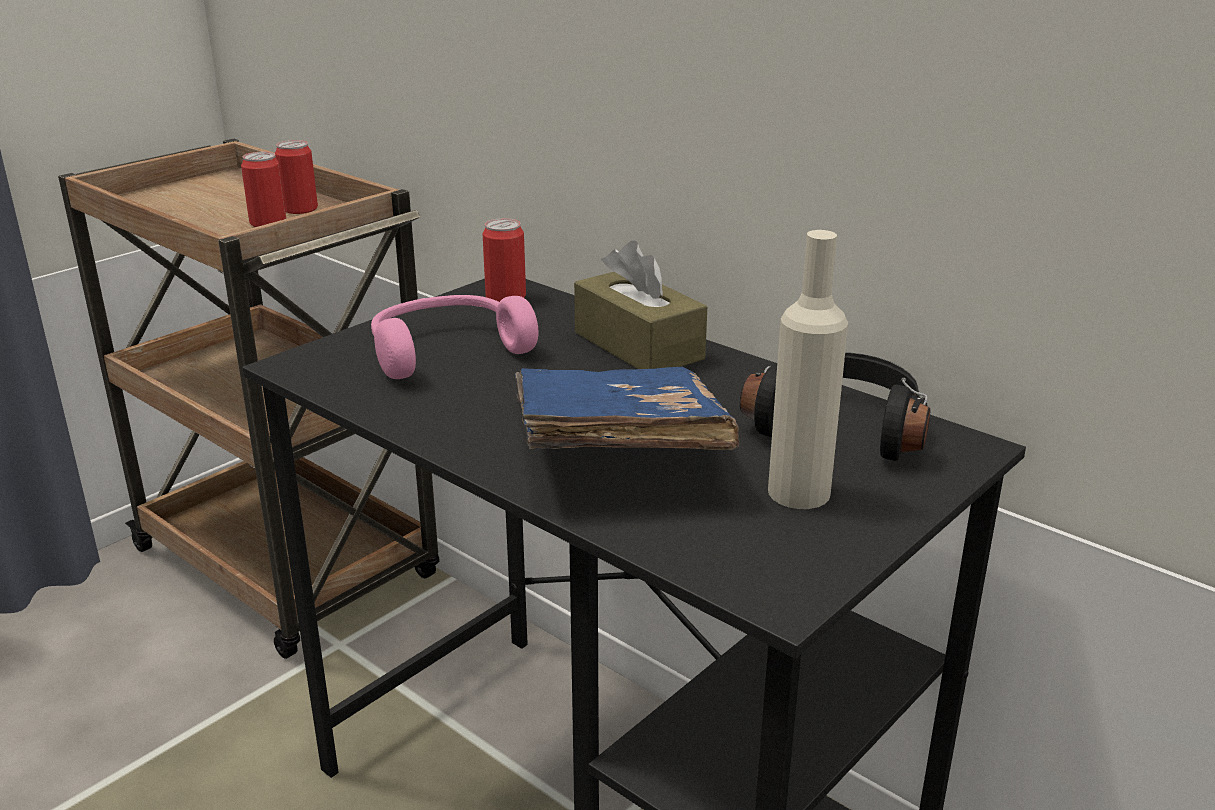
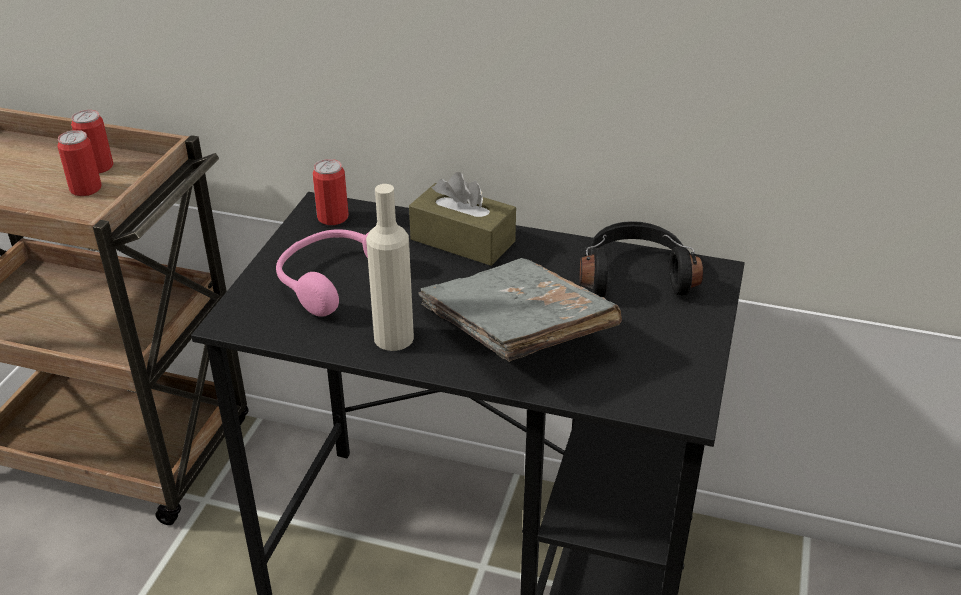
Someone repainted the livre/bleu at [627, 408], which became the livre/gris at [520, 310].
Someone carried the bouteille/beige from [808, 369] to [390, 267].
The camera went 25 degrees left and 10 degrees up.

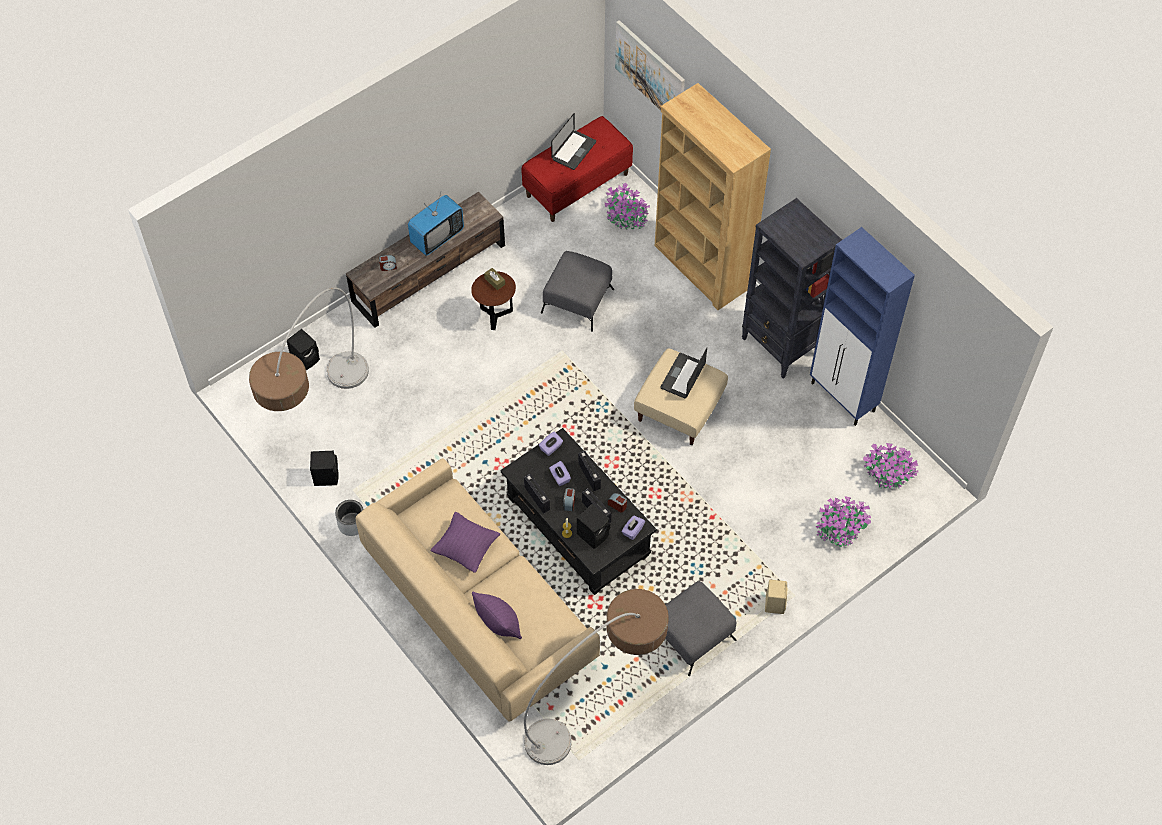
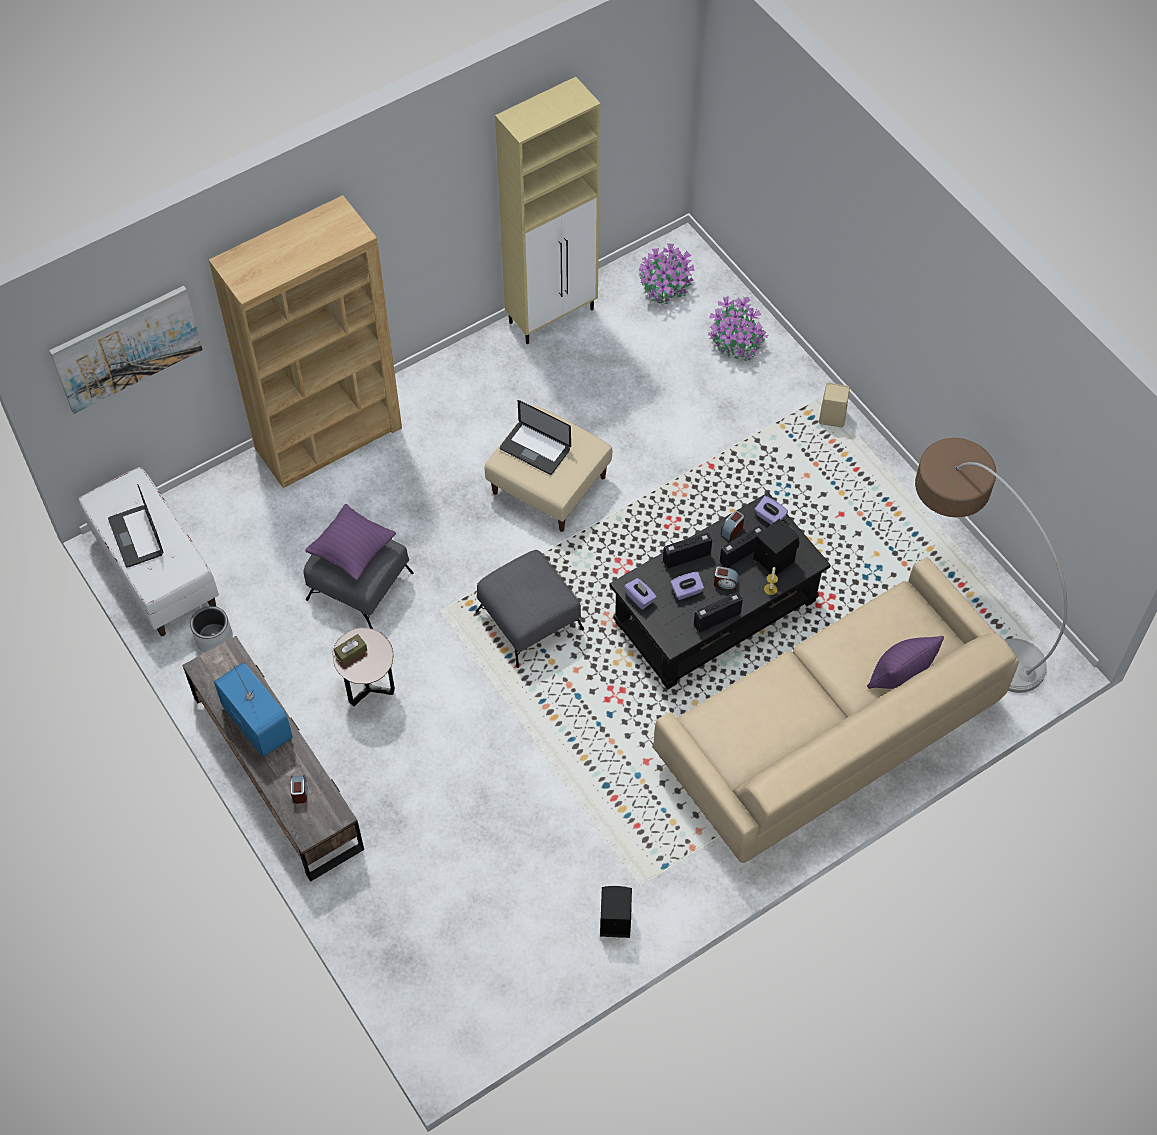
Someone took away the lampadaire at [309, 349].
Someone took away the enceinte/noir at [303, 349].
Someone carried the cache-pot/gris from [349, 518] to [211, 629].
Someone carried the coussin/violet from [465, 542] to [350, 542].
Someone repainted the banc/rouge at [577, 169], which became the banc/blanc at [149, 551].
Someone rotated the ordinateur portable at [573, 141] by 150 degrees counterclockwise.
Someone took away the plante en pot at [627, 206].
Someone carried the pouf/gris from [700, 628] to [530, 609].
Someone took away the bibliothèque/noir at [792, 288].
Someone repainted the meuble de rangement/bleu at [862, 326], which became the meuble de rangement/beige at [548, 210].
The camera went 85 degrees left and 0 degrees up.

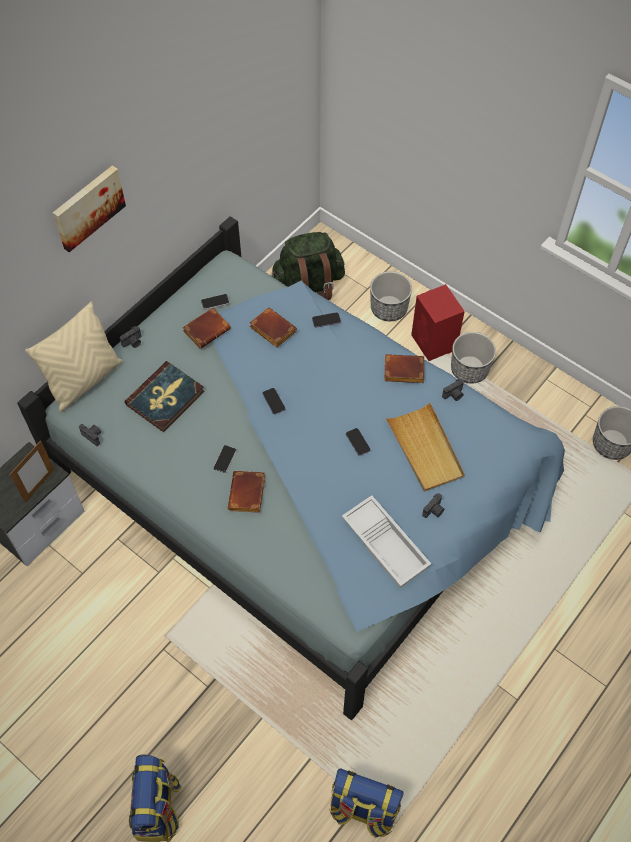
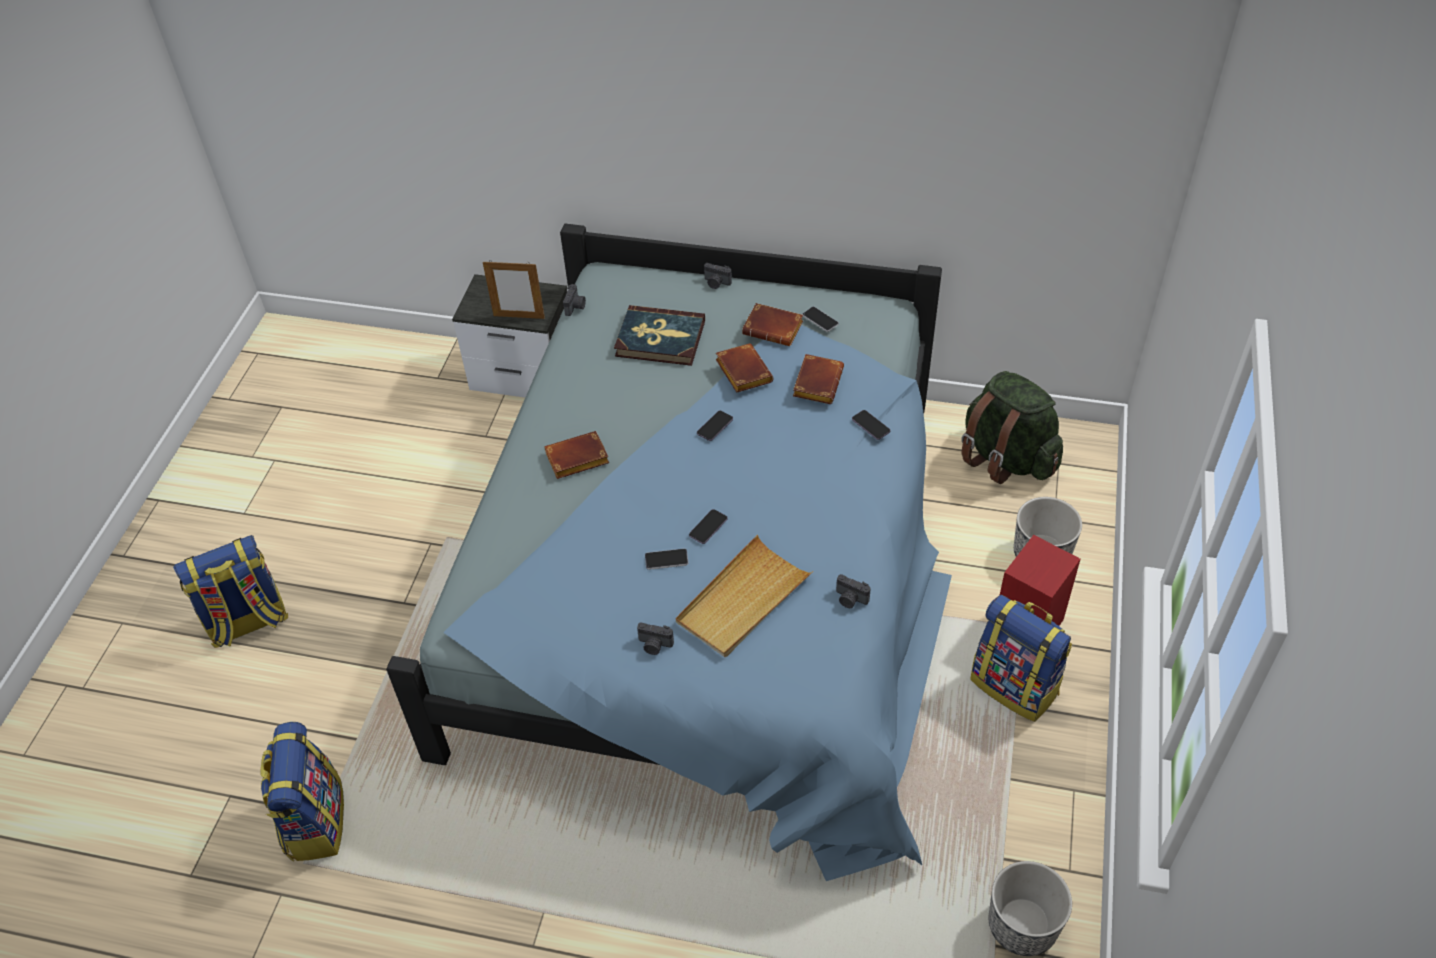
Someone took away the coussin/beige at [74, 356].
Someone took away the tableau at [89, 209].
Someone carried the téléphone from [225, 459] to [666, 559].
Someone took away the plateau/blanc at [386, 541].
Someone carried the livre/marron from [404, 368] to [744, 368].
Someone swapped the cache-pot at [473, 358] for the sac à dos at [1021, 658].
The camera went 65 degrees right and 10 degrees down.

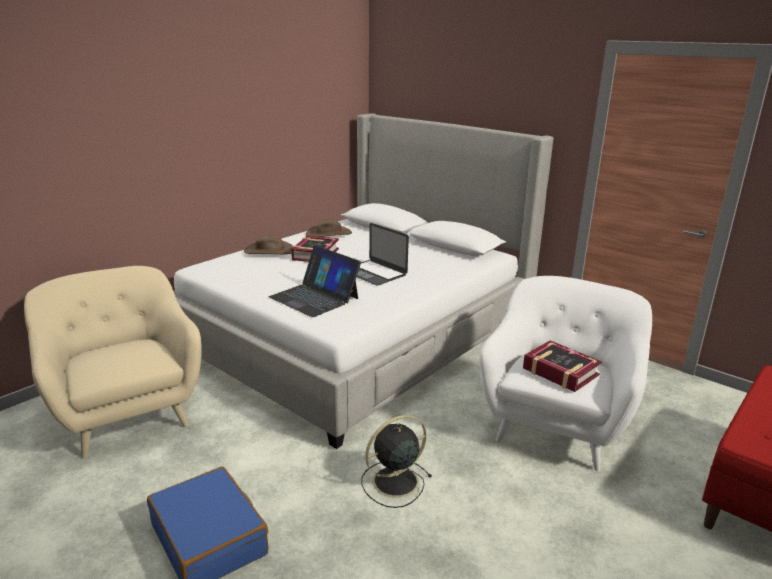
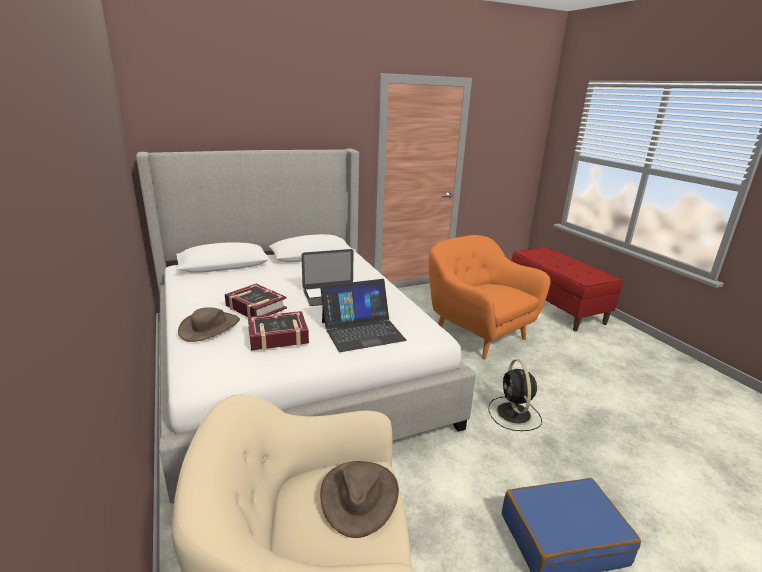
Someone carried the chapeau/marron from [329, 227] to [359, 499].
Someone repainted the fauteuil/blanc at [565, 373], which became the fauteuil/orange at [489, 297].
Someone carried the livre from [562, 366] to [278, 331].
The camera went 65 degrees left and 0 degrees up.

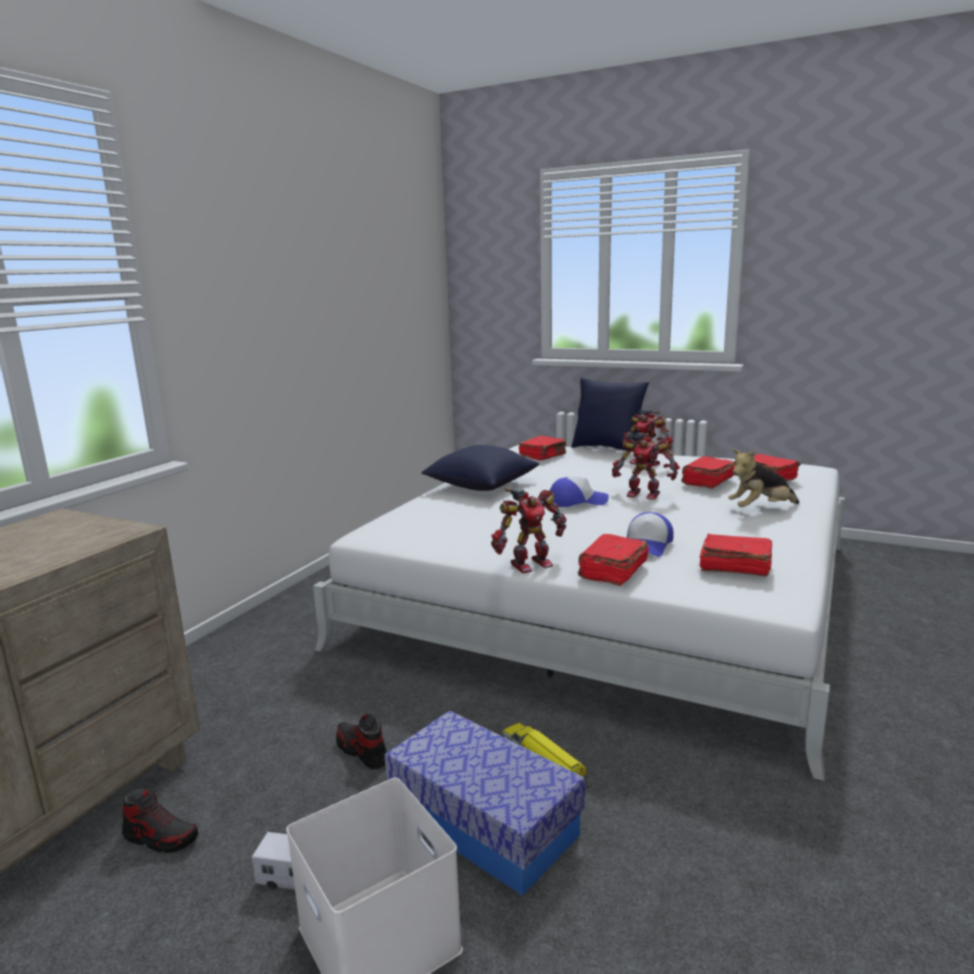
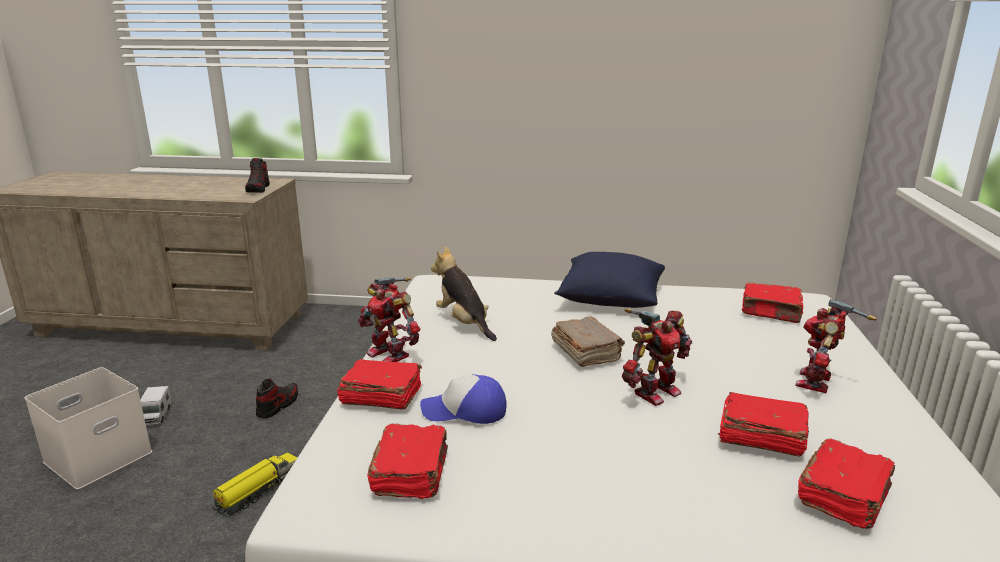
Someone carried the chaussure from [160, 820] to [257, 175].
Someone took away the boîte de rangement at [485, 803].
Someone swapped the casquette at [579, 492] for the livre/marron at [588, 341].
Someone took away the coussin/bleu at [610, 414].
Someone rotated the robot jouet at [646, 466] by 135 degrees counterclockwise.
Someone carried the peluche from [763, 478] to [464, 294].
The camera went 70 degrees right and 5 degrees up.

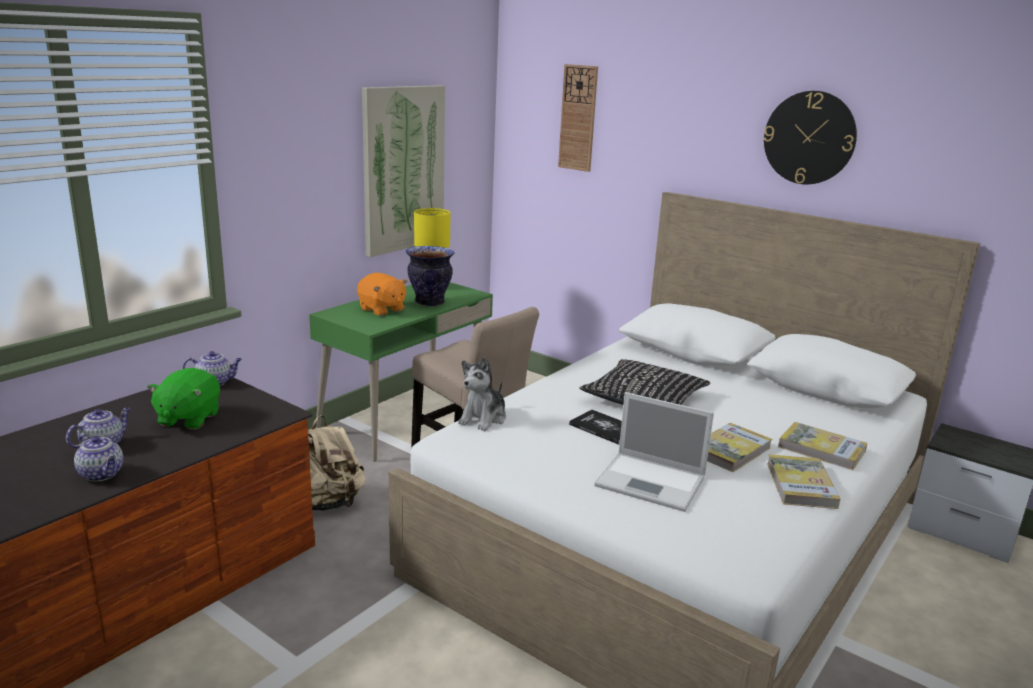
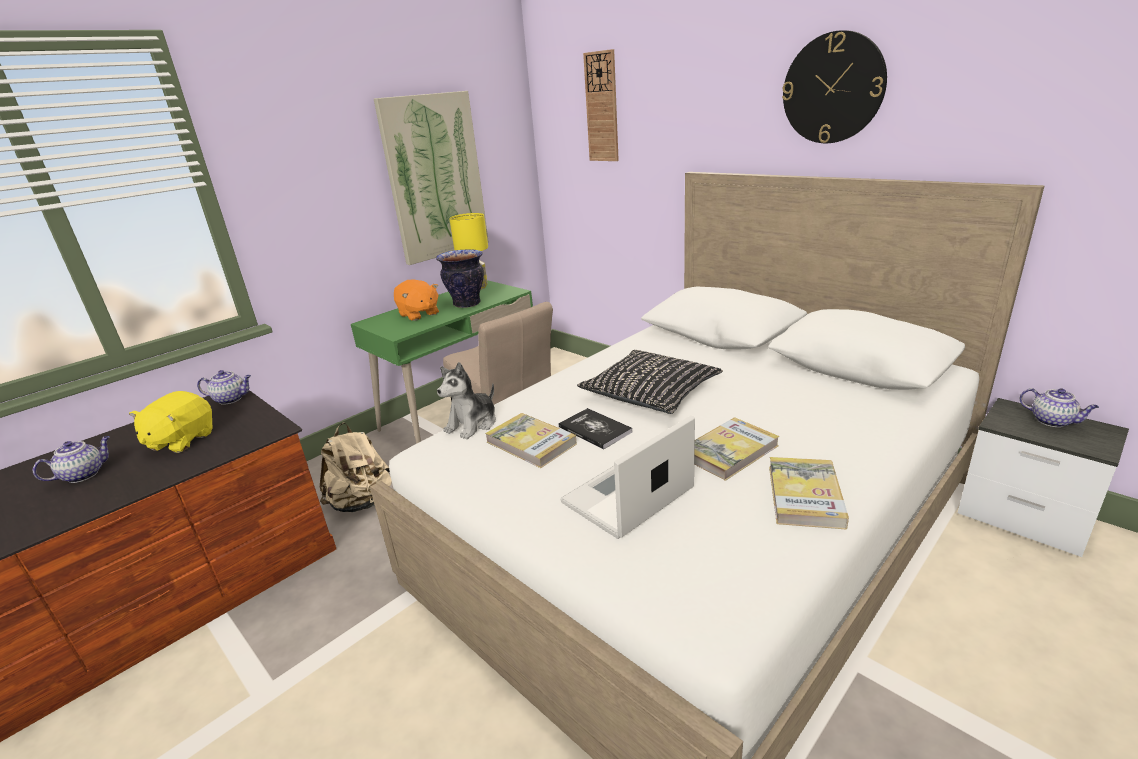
Someone carried the théière from [98, 458] to [1059, 407].
Someone repainted the peluche/vert at [183, 399], which became the peluche/jaune at [171, 422].
Someone rotated the ordinateur portable at [654, 452] by 105 degrees clockwise.
Someone carried the livre from [822, 446] to [531, 440].
The camera went 10 degrees right and 5 degrees up.

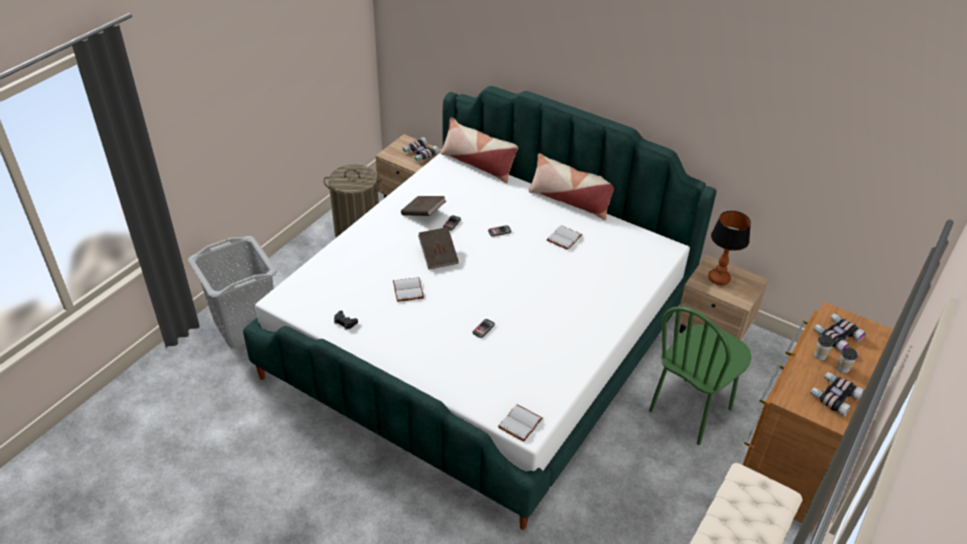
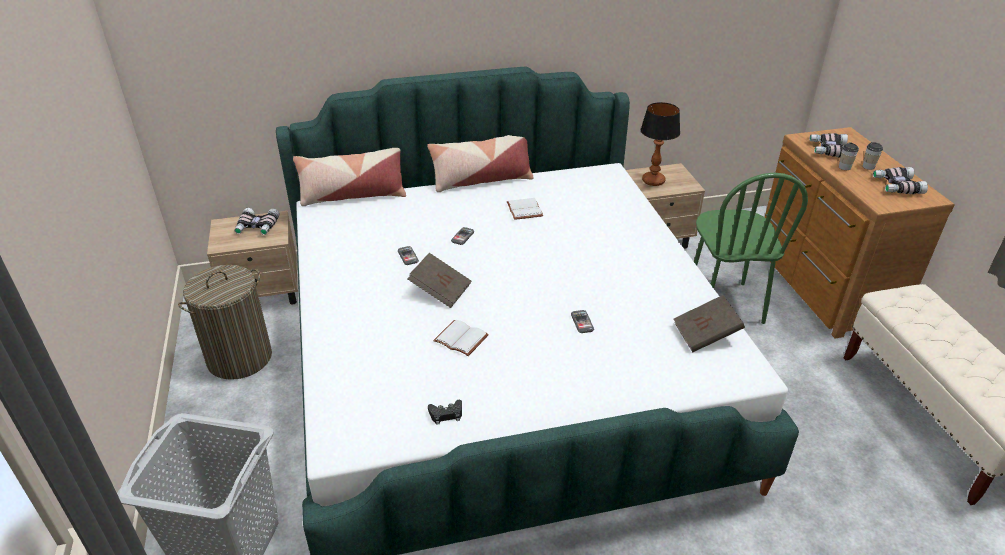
Someone carried the livre/marron from [423, 206] to [709, 323].
Someone took away the livre/blanc at [520, 423].
The camera went 45 degrees left and 5 degrees down.

